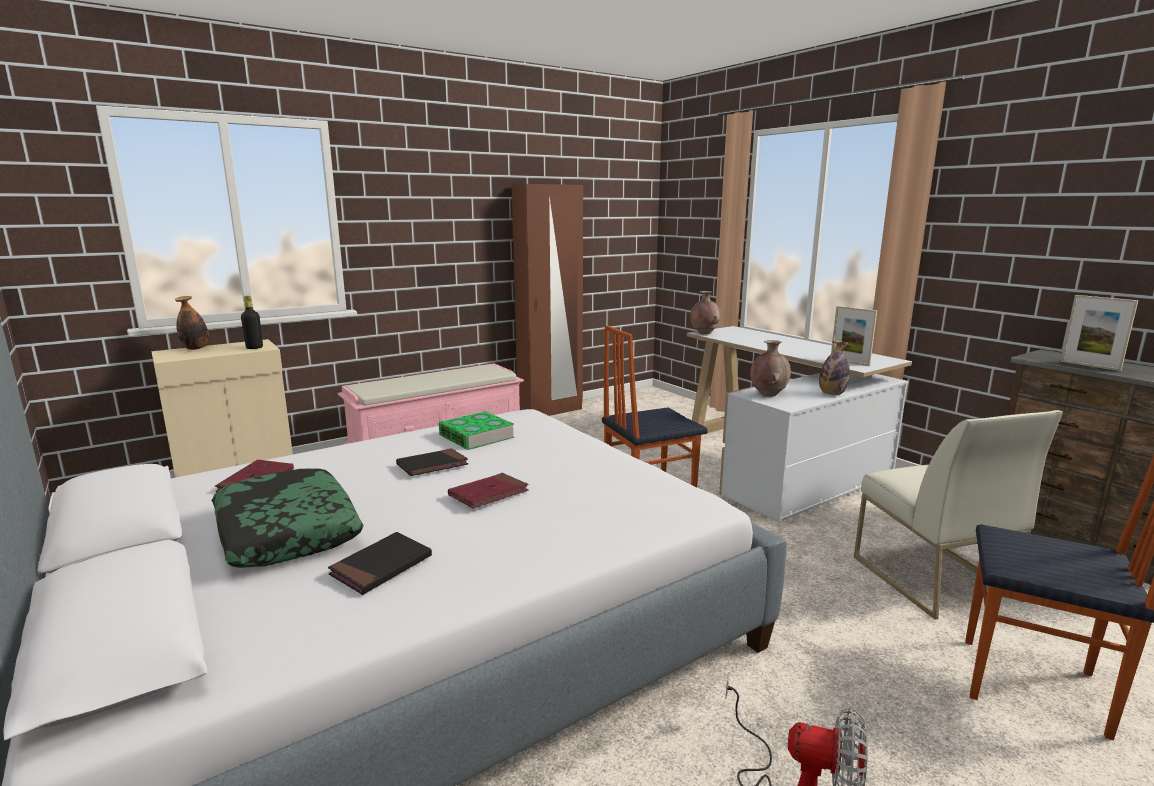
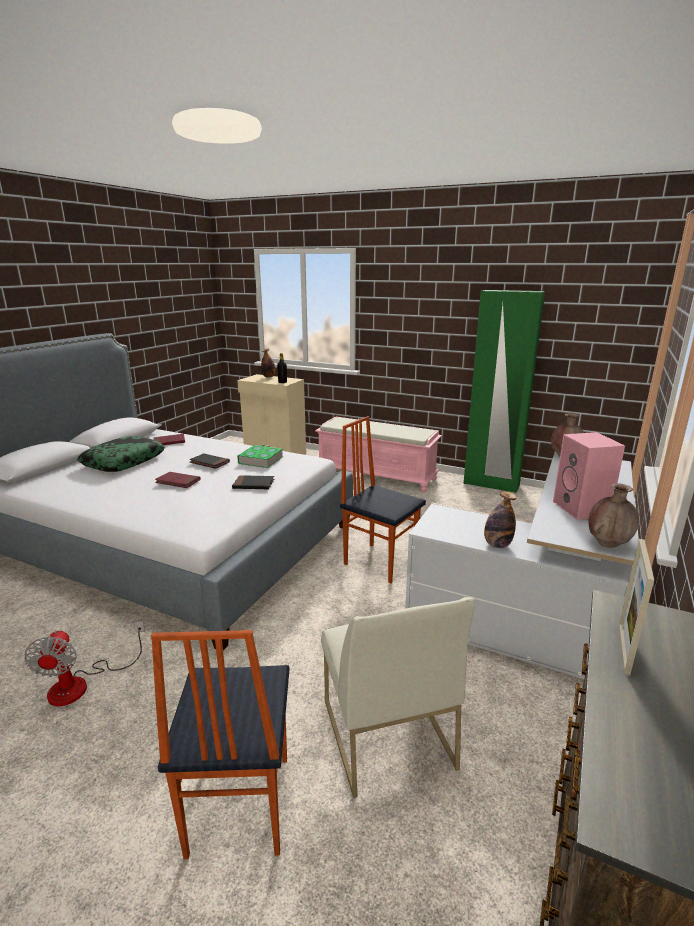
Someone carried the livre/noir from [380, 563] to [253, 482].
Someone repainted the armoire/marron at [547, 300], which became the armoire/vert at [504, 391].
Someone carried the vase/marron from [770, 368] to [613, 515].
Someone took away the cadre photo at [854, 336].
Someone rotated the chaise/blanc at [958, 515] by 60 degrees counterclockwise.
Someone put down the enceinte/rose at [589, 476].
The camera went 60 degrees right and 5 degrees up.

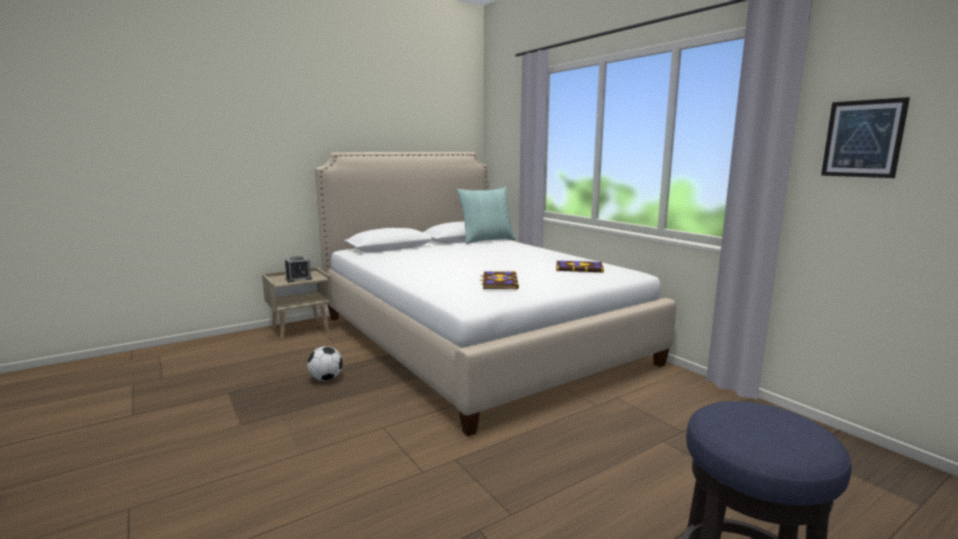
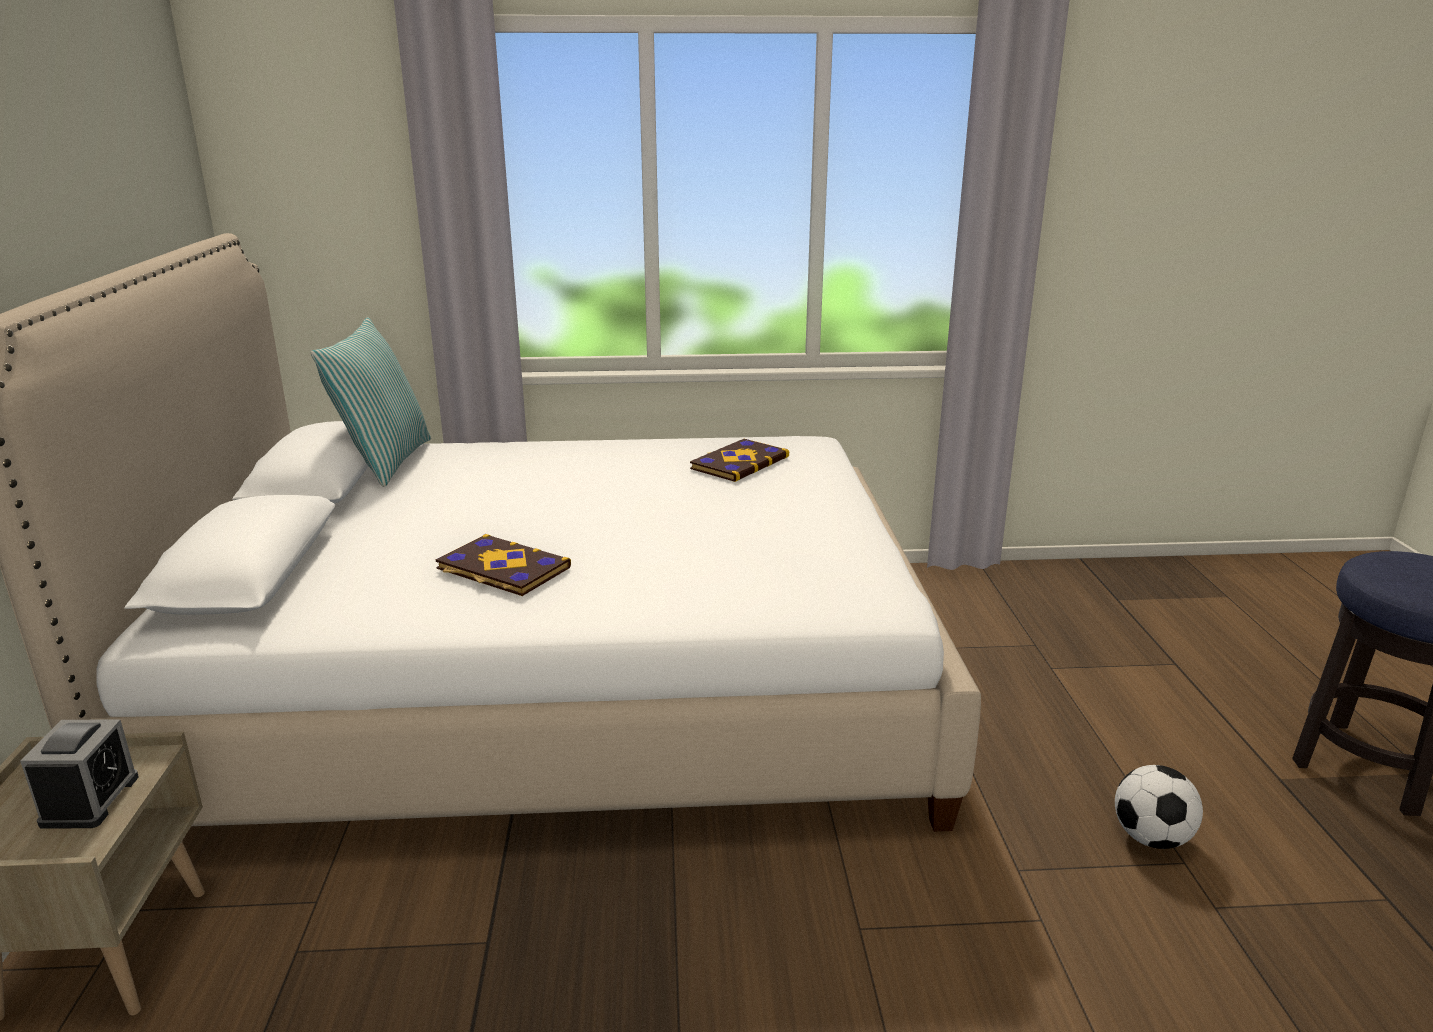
Someone carried the ballon de foot from [325, 363] to [1159, 807].
Someone carried the livre from [499, 280] to [503, 565].
Someone took away the tableau at [865, 137].
The camera went 60 degrees left and 10 degrees up.

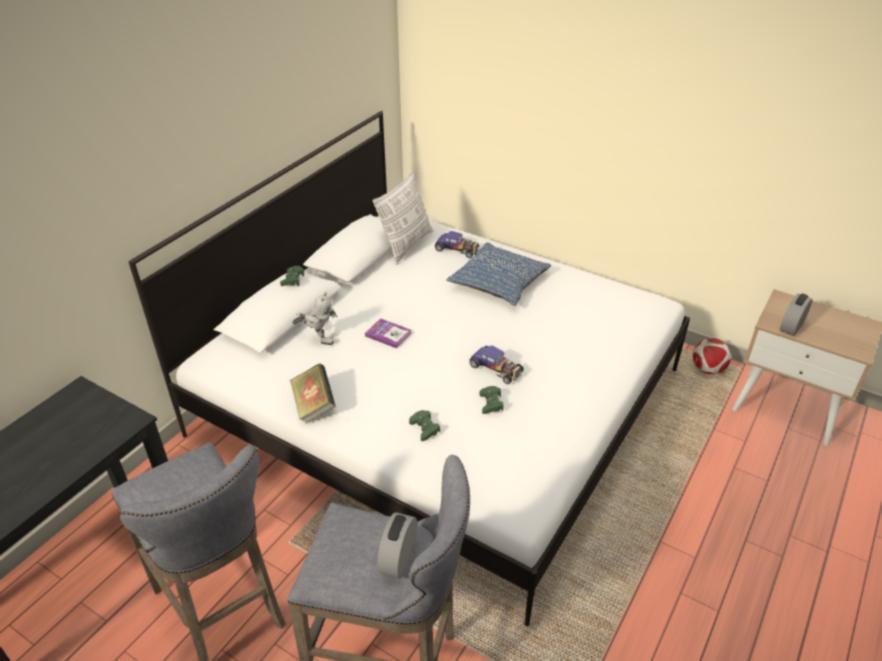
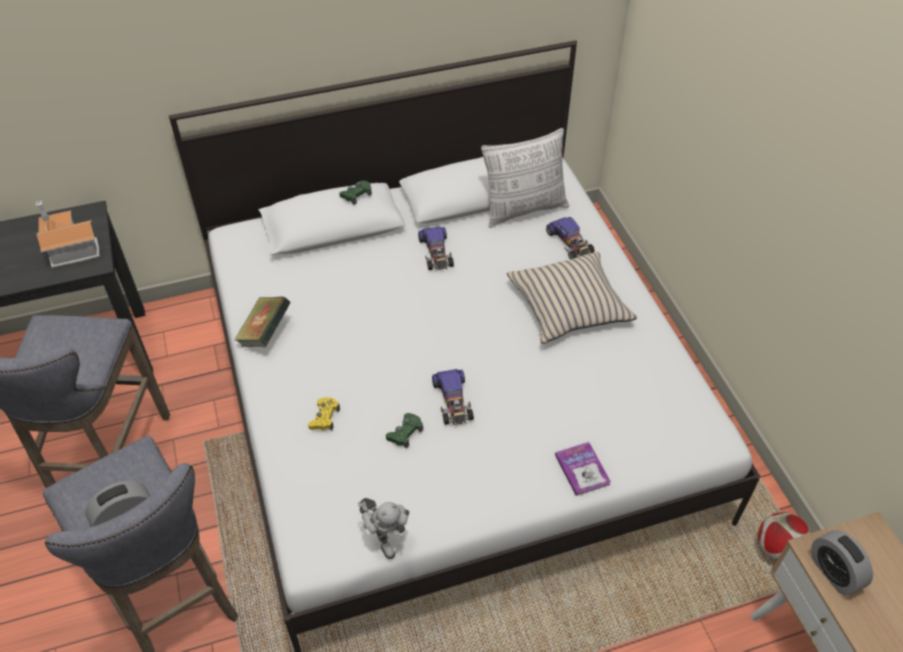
Someone carried the robot jouet from [314, 318] to [384, 528].
Someone carried the livre from [388, 333] to [583, 469].
Someone repainted the manette/vert at [424, 425], which became the manette/jaune at [324, 413].
Someone repainted the coussin/bleu at [498, 274], which became the coussin/beige at [571, 298].
Someone rotated the réveil at [796, 314] by 105 degrees counterclockwise.
Someone put down the maison miniature at [68, 234].
Someone put down the petite voiture at [436, 248].
The camera went 40 degrees right and 10 degrees up.

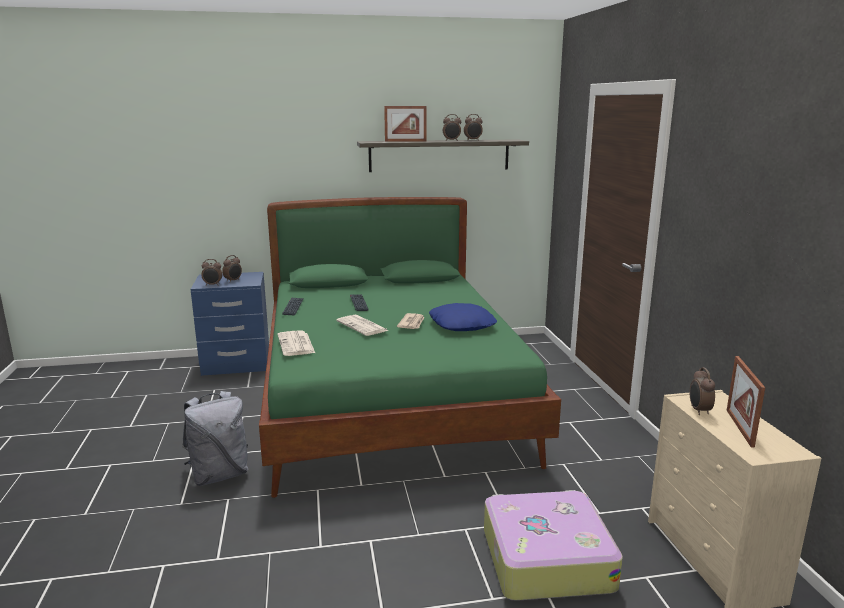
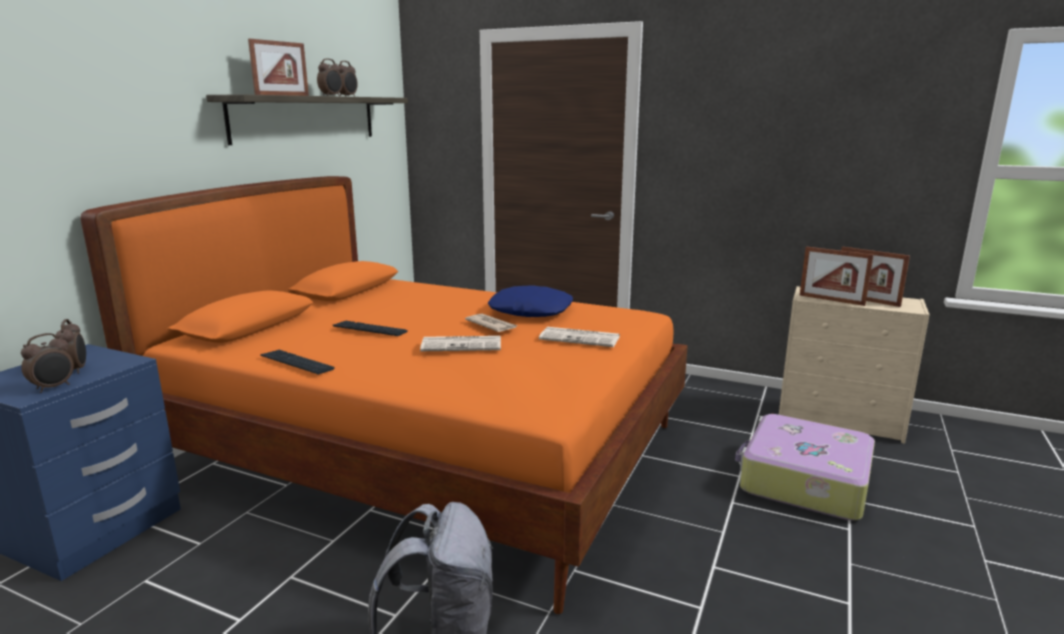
Someone repainted the lit/vert at [410, 347], which became the lit/orange at [384, 395].
Someone carried the journal from [296, 343] to [579, 337].
Someone swapped the réveil at [702, 391] for the cadre photo at [837, 276].
The camera went 55 degrees left and 0 degrees up.

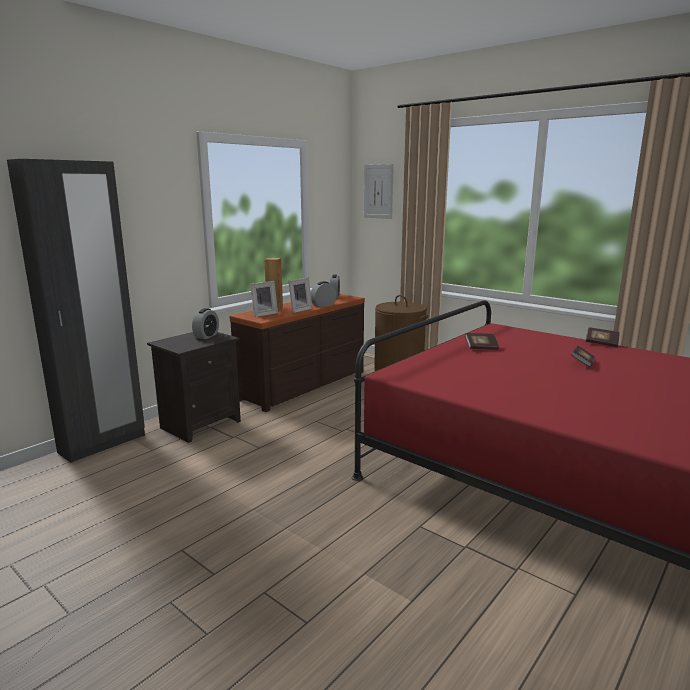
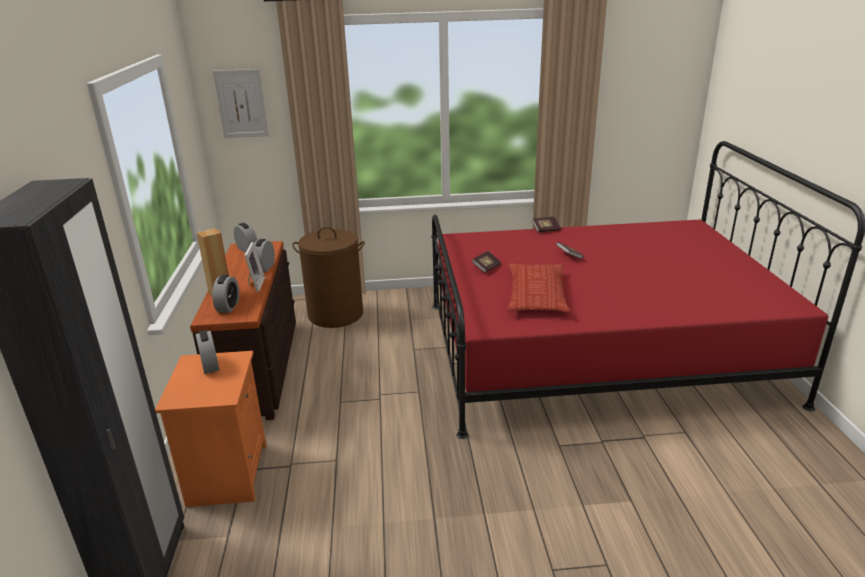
Someone repainted the table de chevet/noir at [194, 387], which became the table de chevet/orange at [210, 429].
Someone swapped the cadre photo at [264, 299] for the réveil at [225, 294].
Someone put down the coussin at [539, 287].
The camera went 45 degrees left and 10 degrees up.

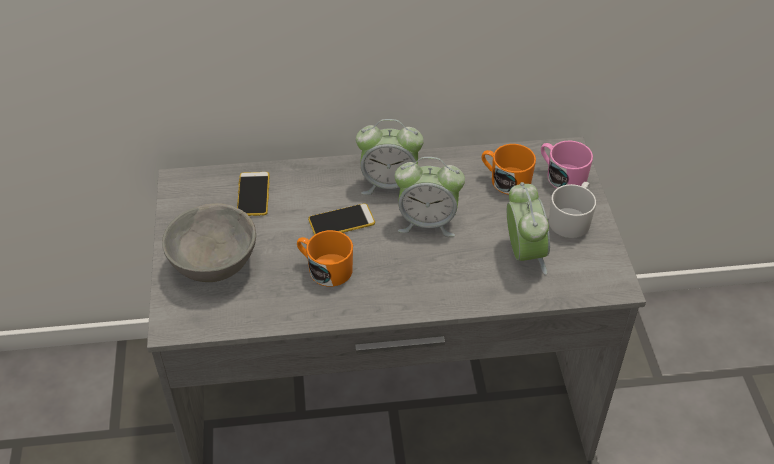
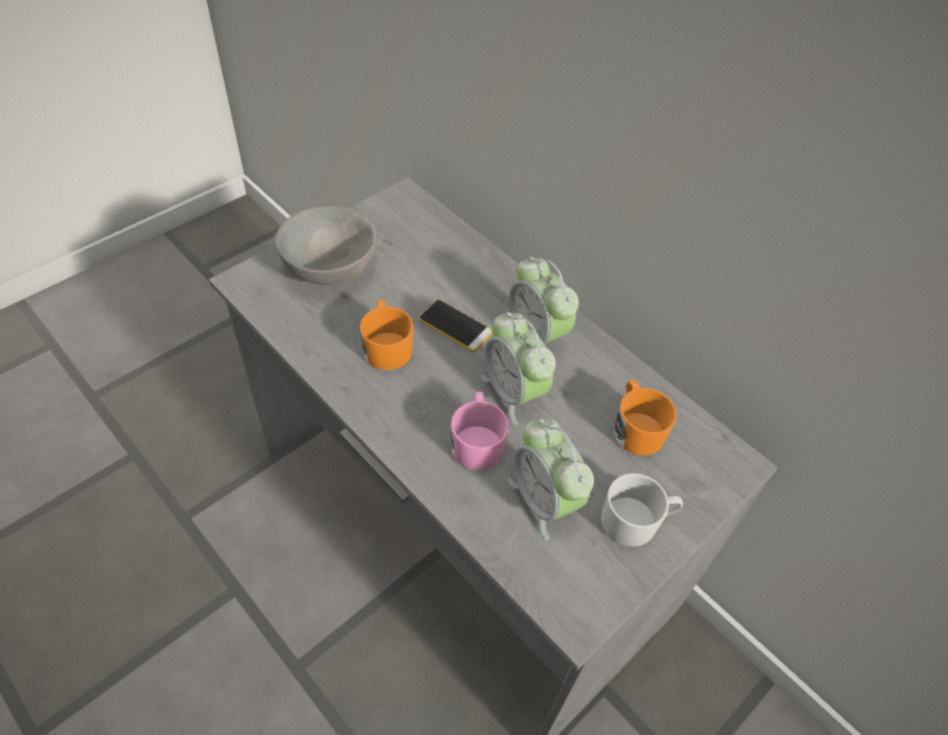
Someone took away the téléphone at [253, 194].
Someone rotated the réveil at [528, 228] by 105 degrees clockwise.
Someone carried the mug/rose from [567, 164] to [480, 431].
The camera went 50 degrees right and 5 degrees up.

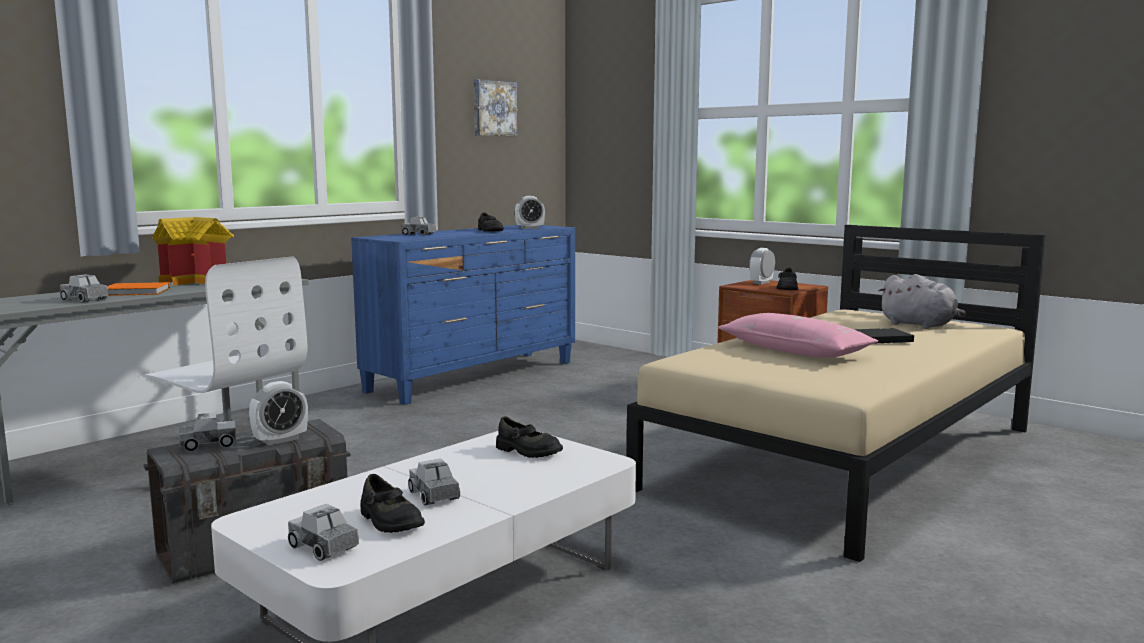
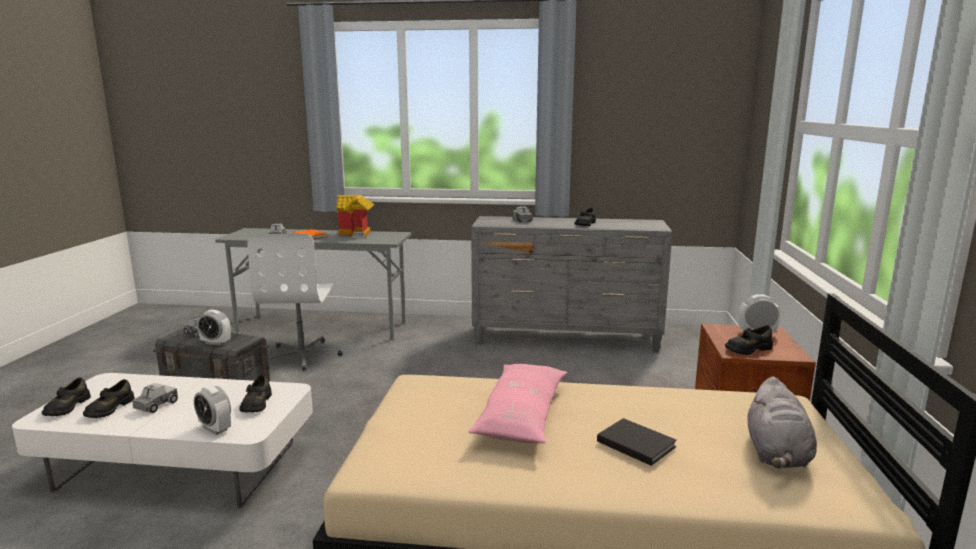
Someone swapped the camion jouet at [323, 532] for the chaussure/noir at [66, 396].
Someone repainted the commode/bleu at [463, 315], which became the commode/gris at [571, 283].
Someone took away the tableau at [496, 107].
Someone carried the réveil from [530, 212] to [212, 410].
The camera went 55 degrees right and 5 degrees up.

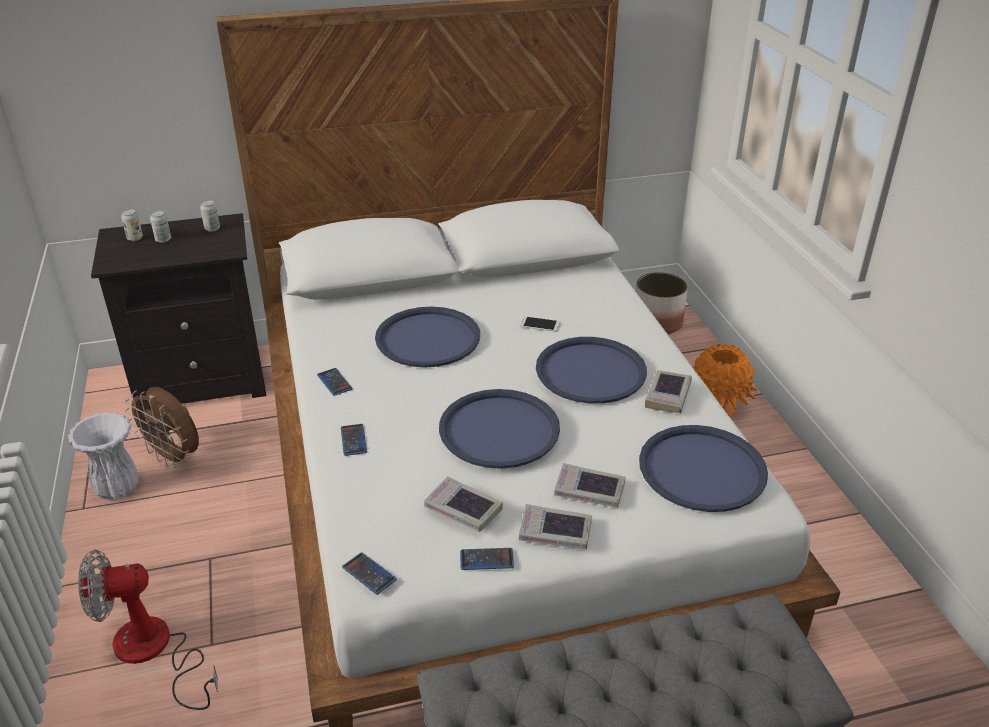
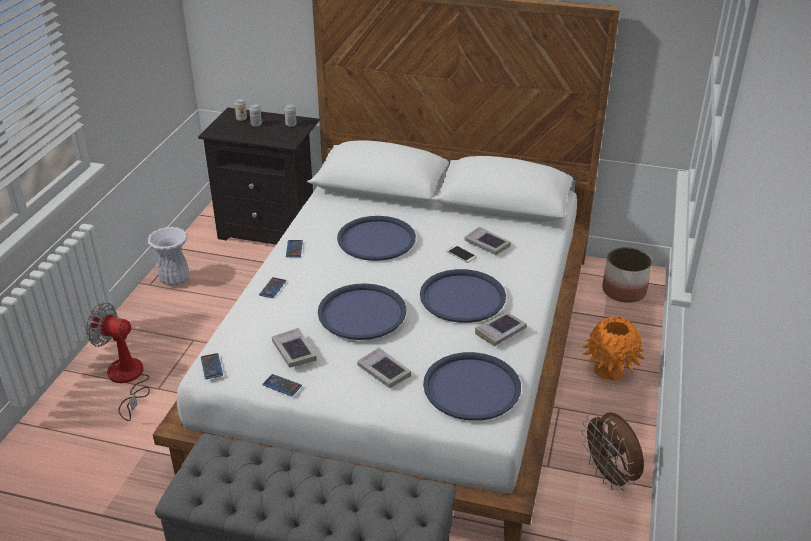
Someone carried the ventilateur/marron from [162, 427] to [612, 451].
Someone carried the livre from [555, 527] to [487, 241].
The camera went 30 degrees right and 0 degrees up.

